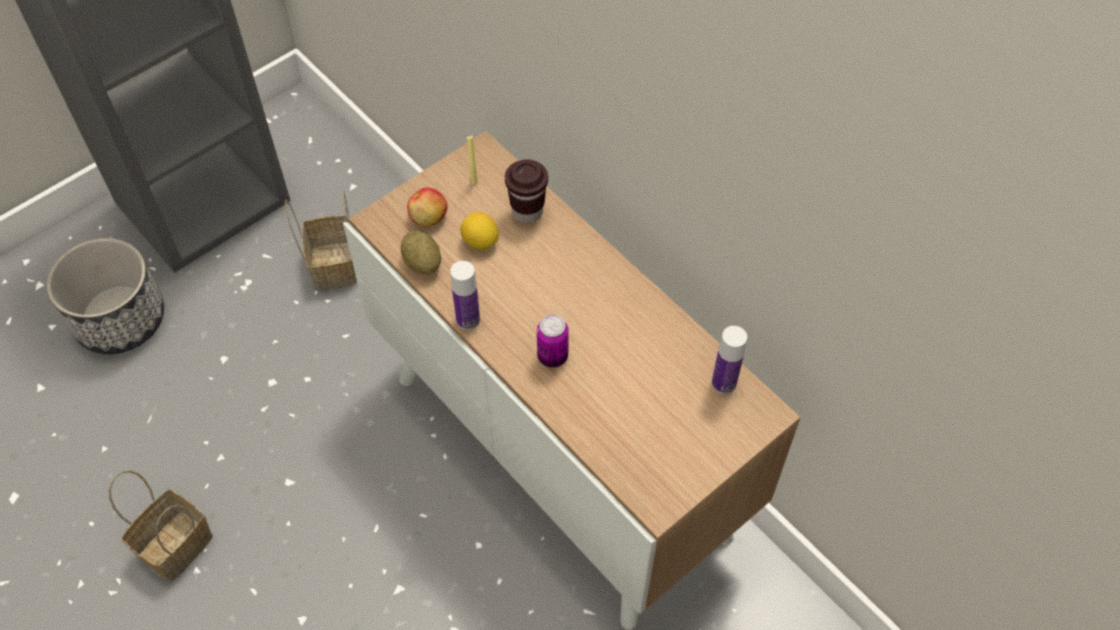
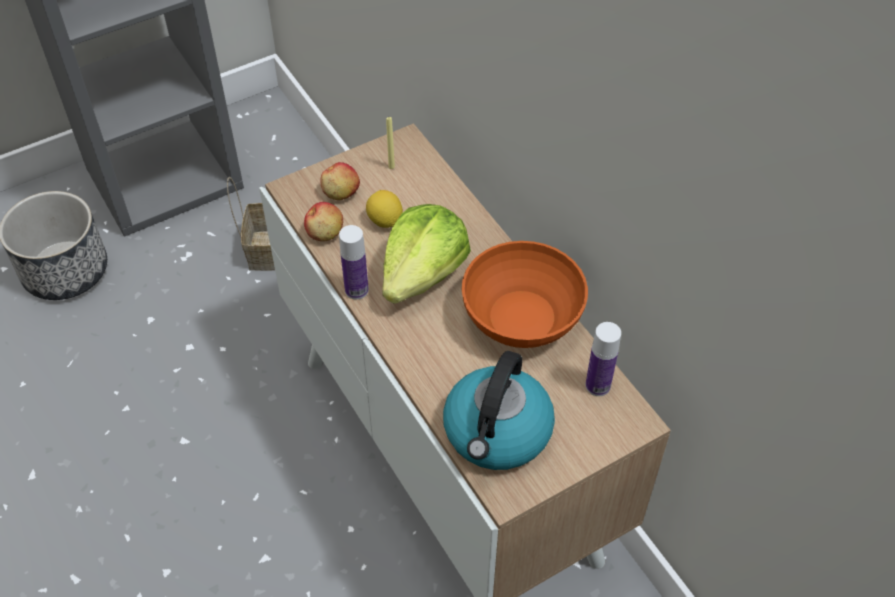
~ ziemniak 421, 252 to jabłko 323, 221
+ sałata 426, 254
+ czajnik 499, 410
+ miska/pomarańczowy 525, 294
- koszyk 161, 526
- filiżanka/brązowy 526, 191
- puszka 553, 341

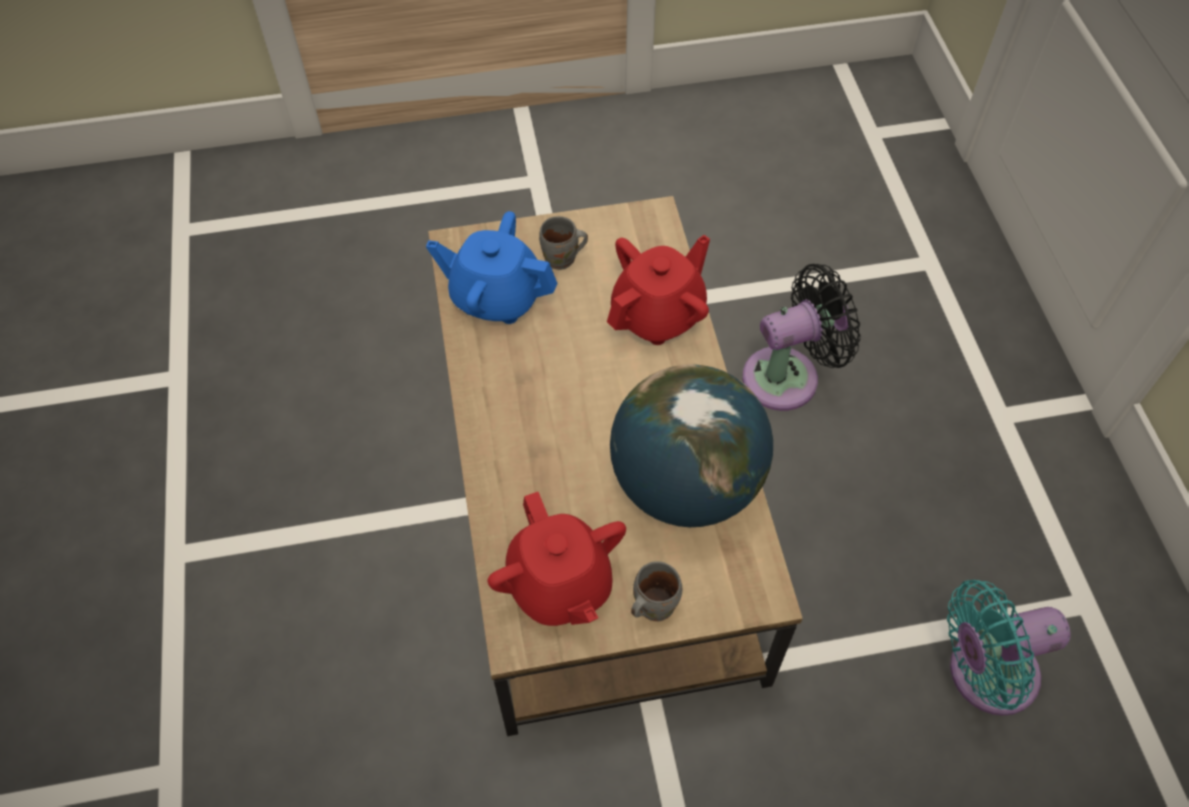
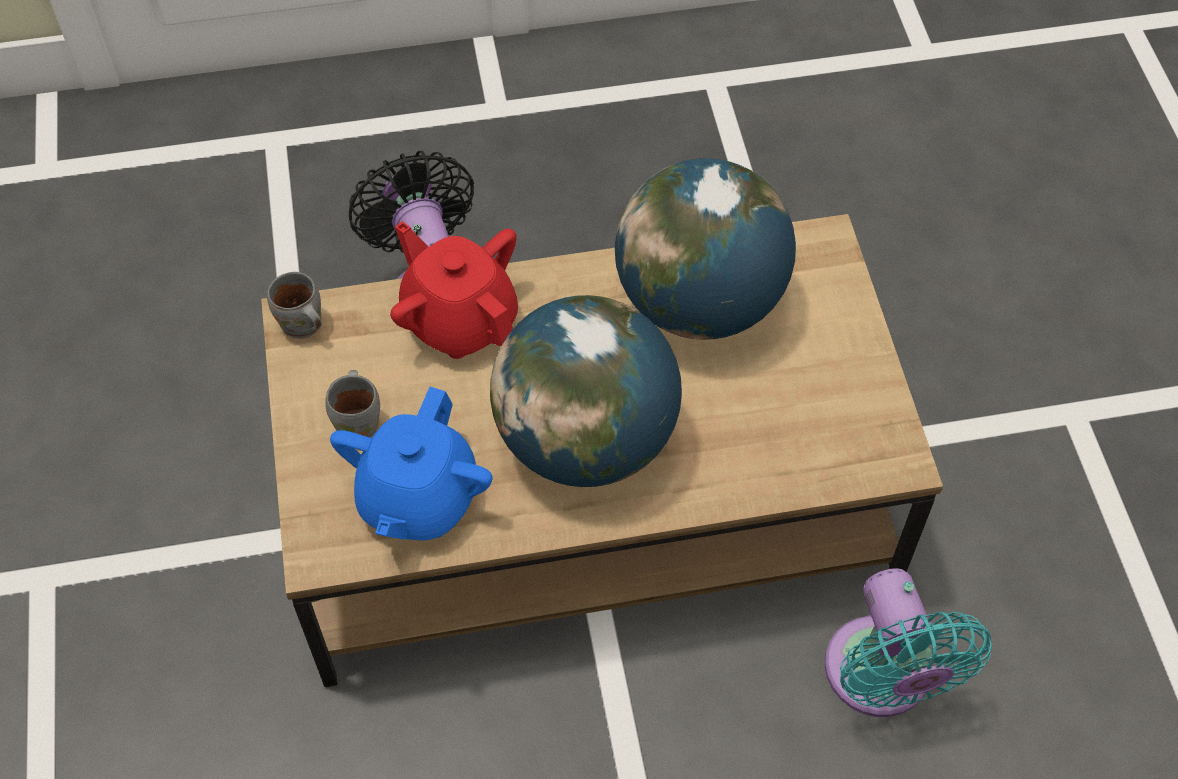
~ kubek/szary 656, 591 to 294, 305
+ globus 586, 391
~ wentylator/turkusowy 1009, 648 to 908, 642
- imbryk/czerwony 556, 559

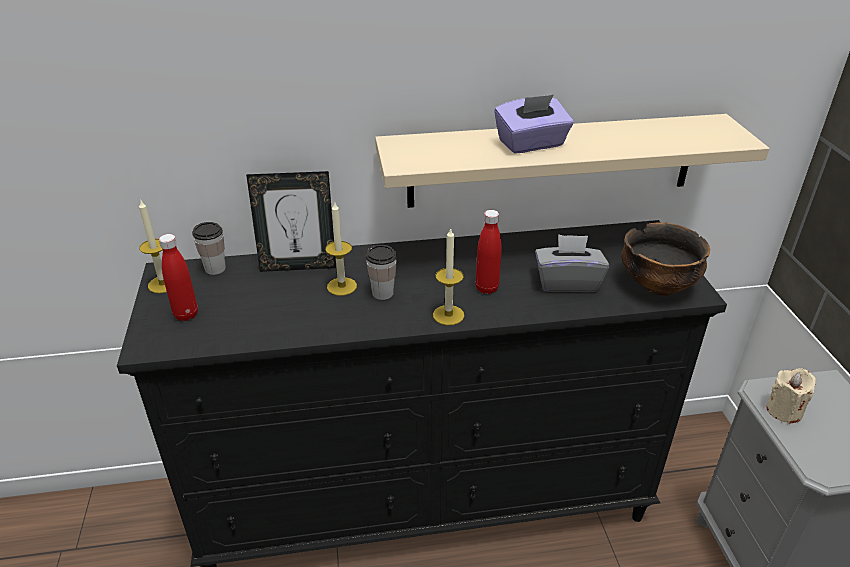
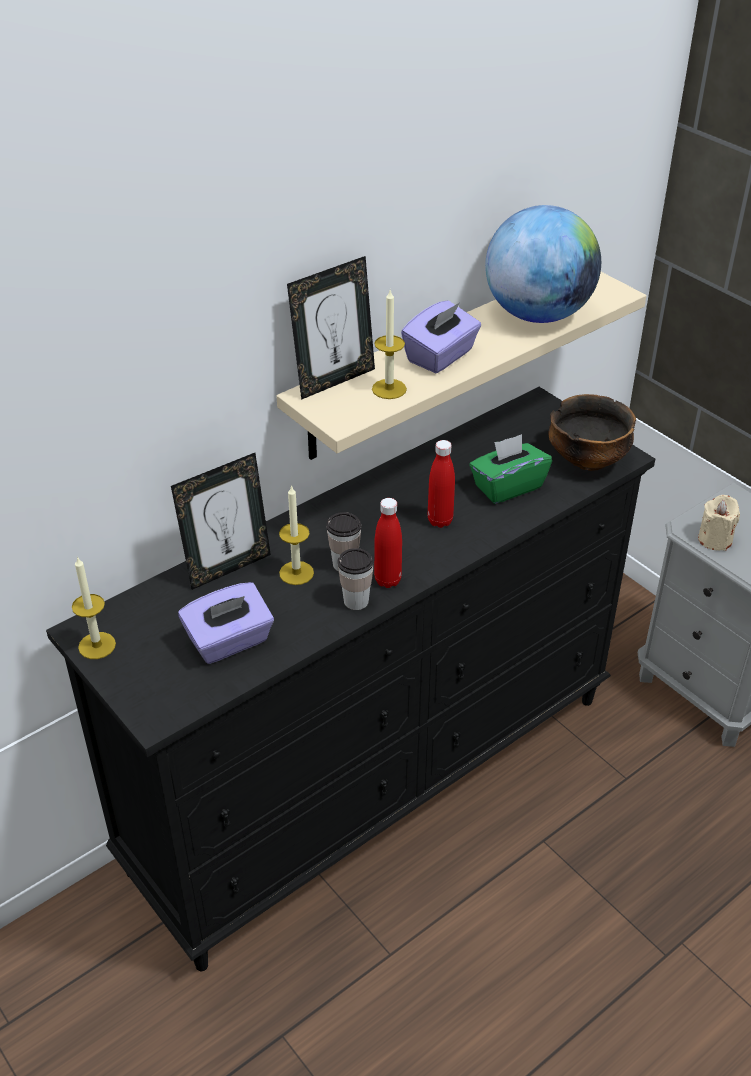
+ pudełko chusteczek/fioletowy 226, 623
+ ramka na zdjęcie 331, 328
~ filiżanka 209, 248 to 355, 579
~ świeca 448, 276 to 389, 344
~ butelka/czerwony 178, 277 to 388, 543
~ pudełko chusteczek/szary 572, 263 to pudełko chusteczek/zielony 510, 469
+ globus 543, 264

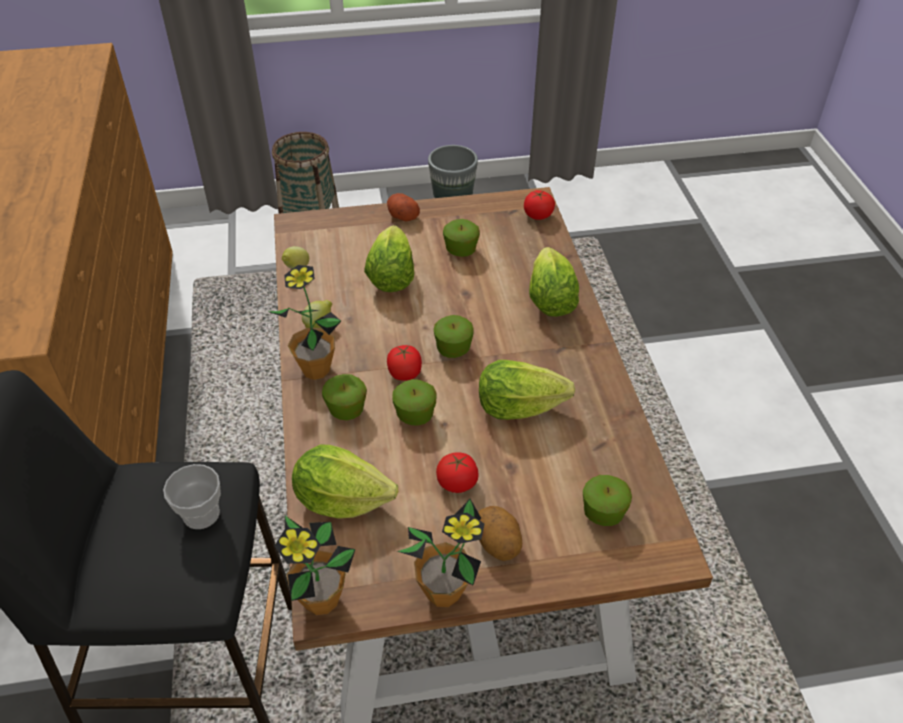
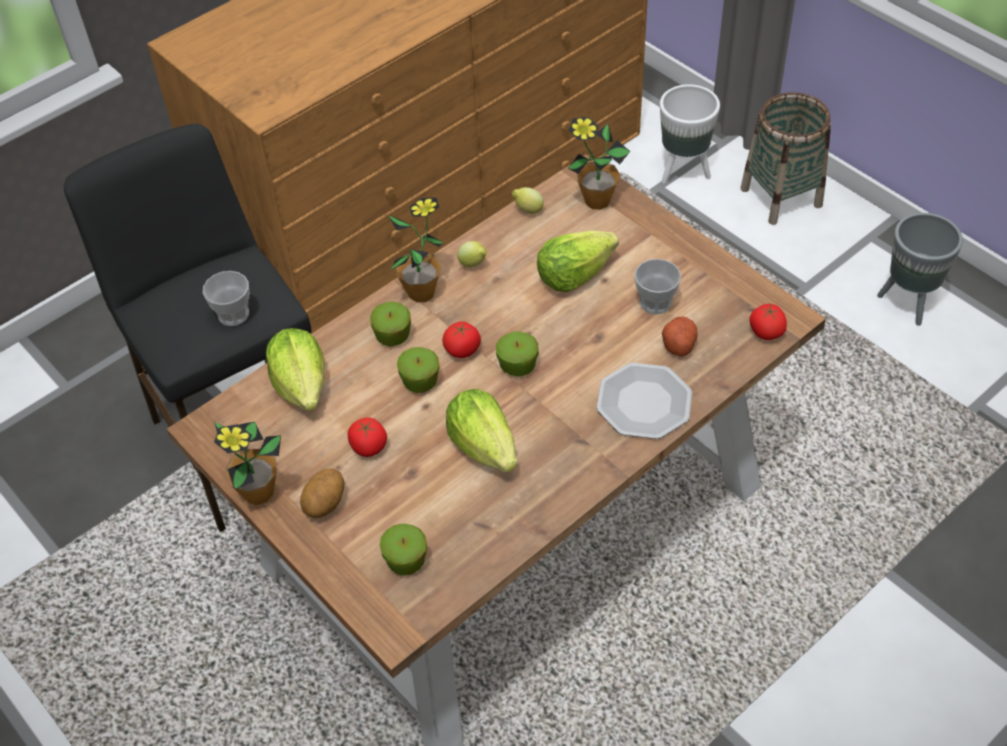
~ roślina doniczkowa 315, 565 to 599, 163
~ sałata 554, 282 to talerz 644, 401
~ jabłko 461, 238 to filiżanka 657, 287
+ donica/biały 690, 134
~ ziemniak 403, 207 to 680, 336

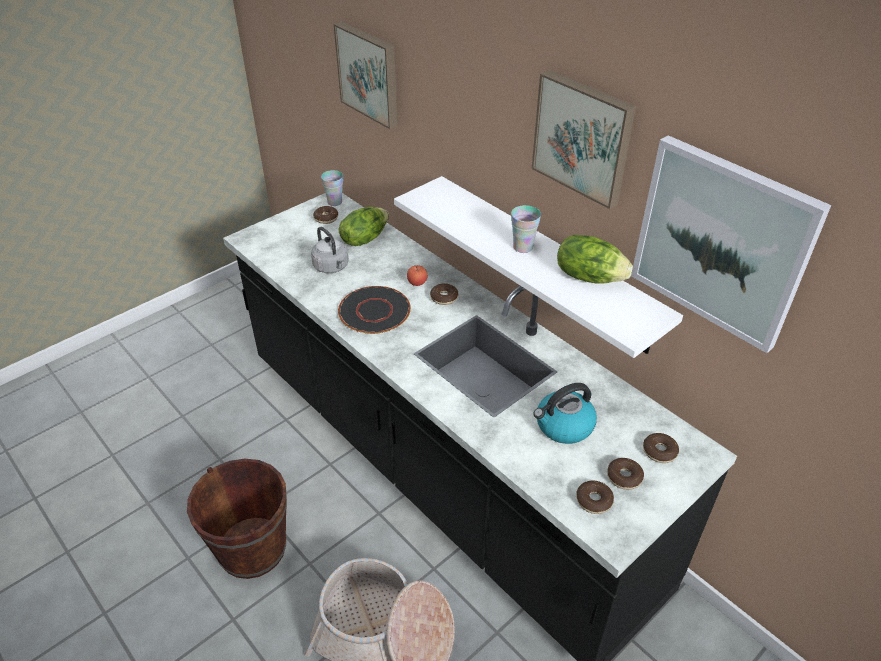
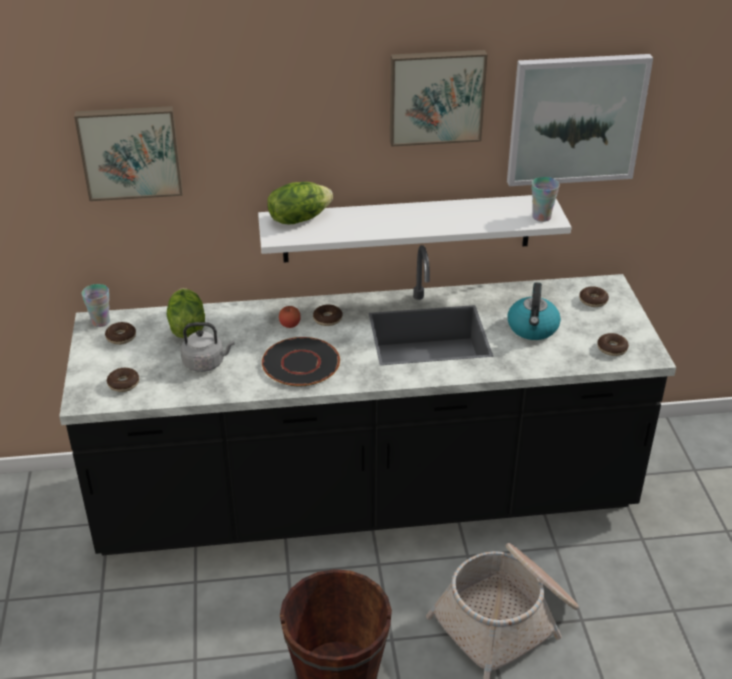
~ donut 625, 474 to 123, 380
~ sałata 595, 259 to 300, 203
~ filiżanka 526, 229 to 546, 199

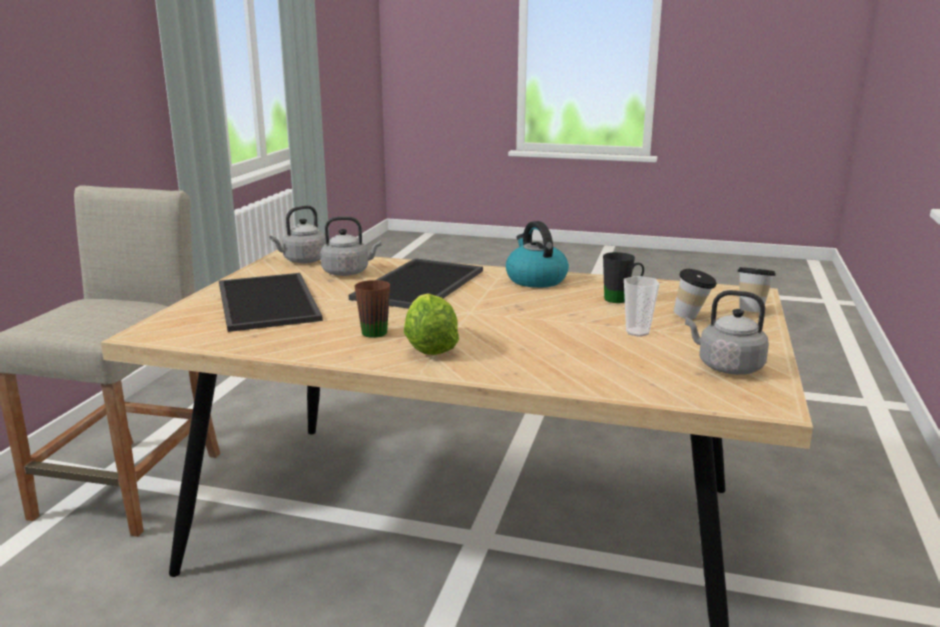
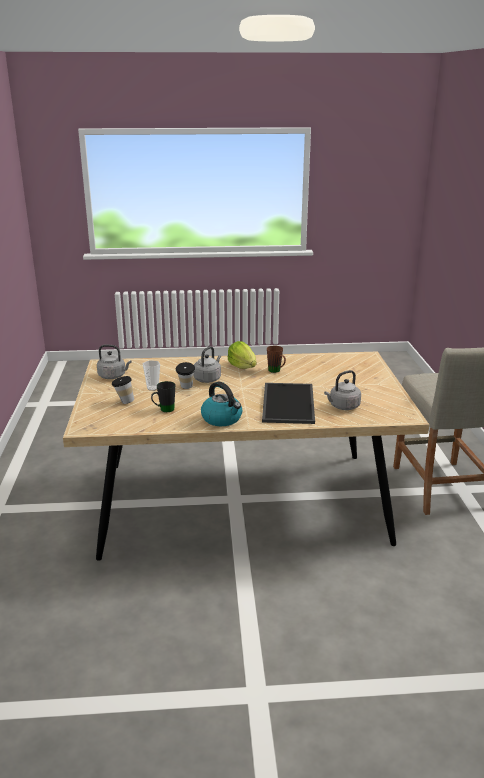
~ filiżanka 757, 289 to 185, 375
~ czajnik/szary 297, 234 to 207, 364
- taca 271, 302

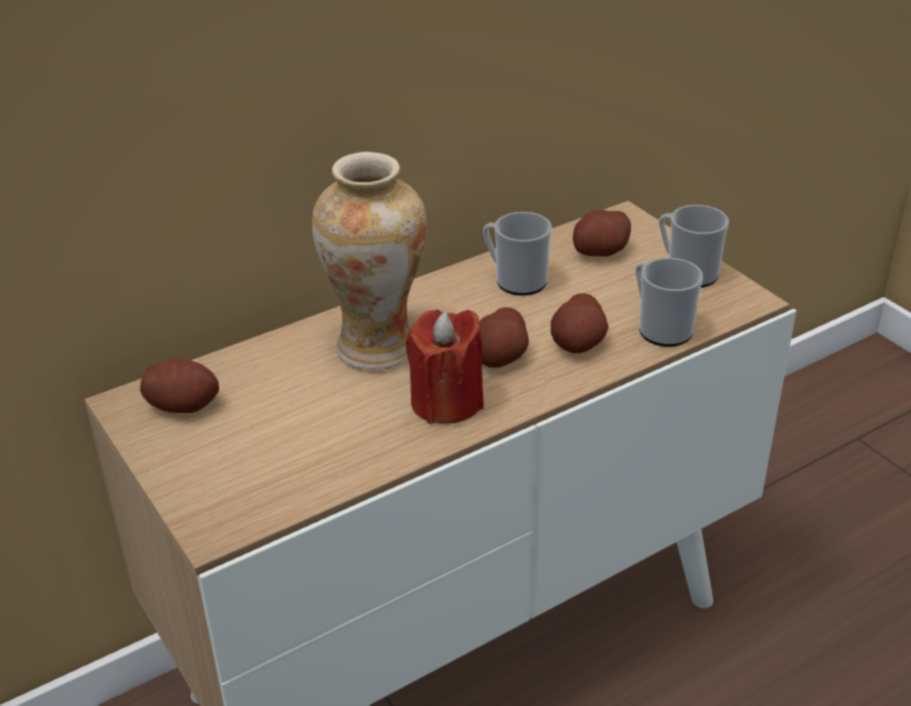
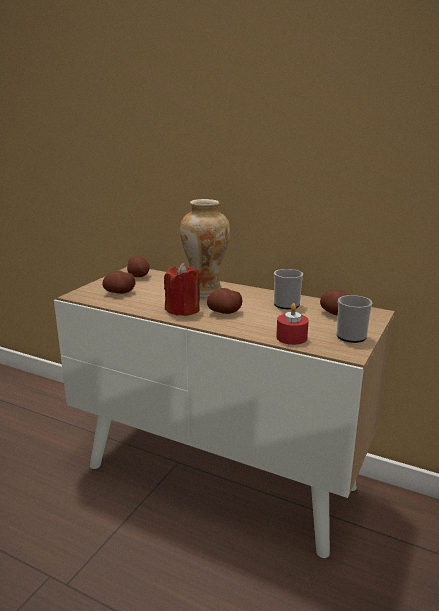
~ ziemniak 580, 323 to 118, 282
~ kubek 669, 302 to świeca/czerwony 292, 324

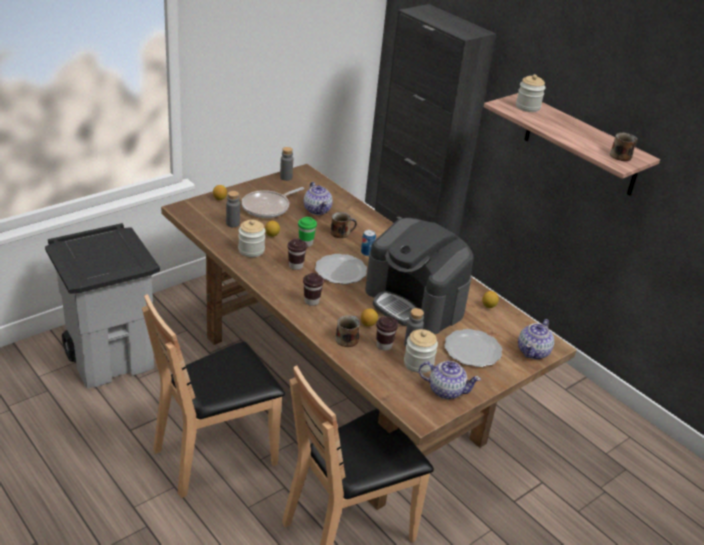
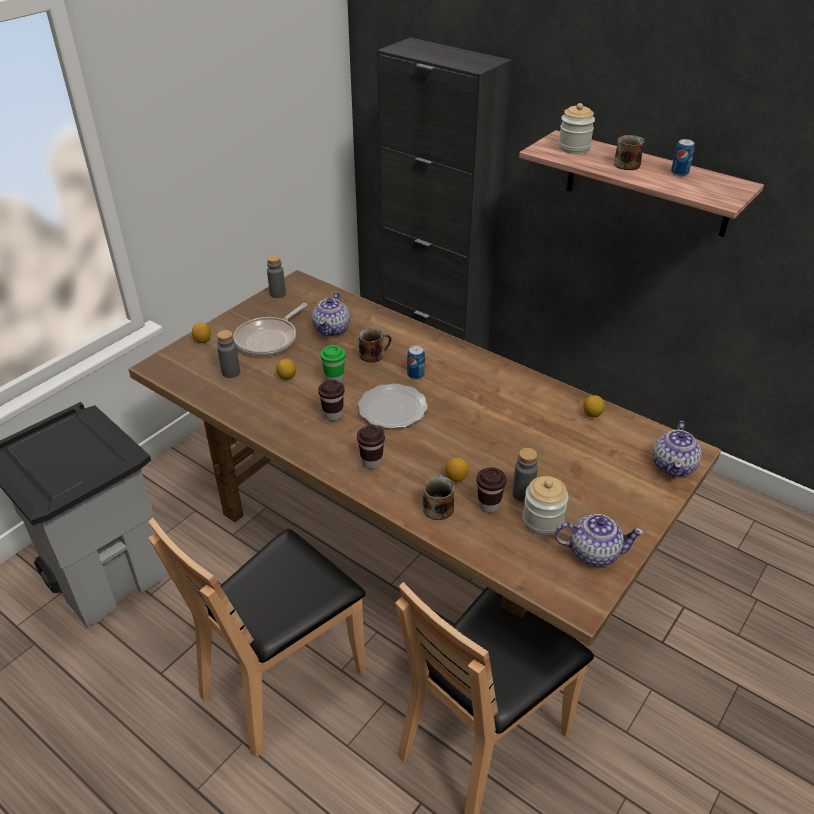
~ imbryk 318, 198 = 331, 315 45 degrees clockwise
~ kubek 624, 147 to 629, 152
+ puszka 683, 157
- słoik 251, 238
- ekspres do kawy 419, 276
- talerz 473, 348

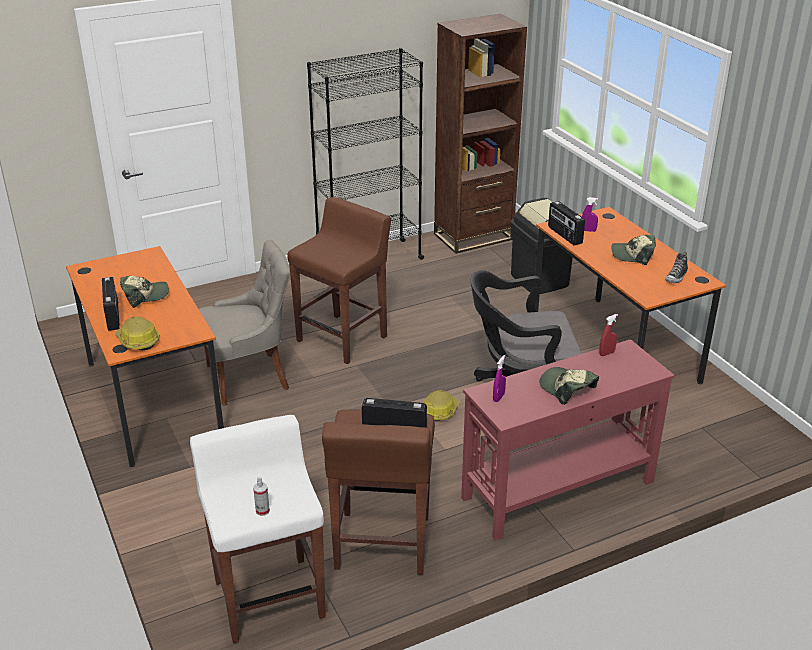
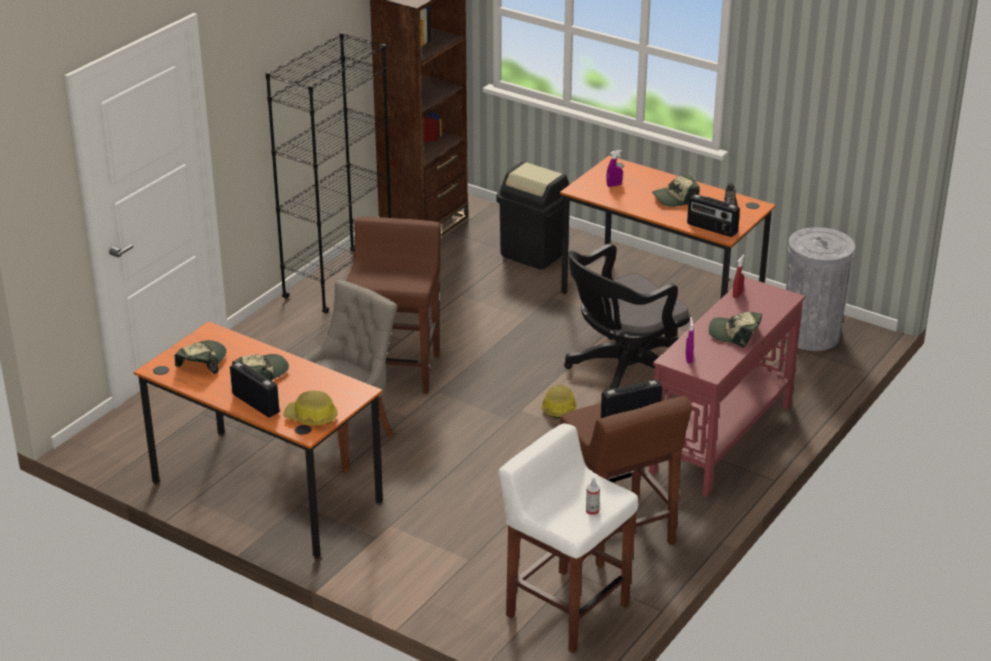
+ czapka z daszkiem 200, 357
~ radio 566, 223 to 713, 215
+ kosz na śmieci/szary 820, 289

